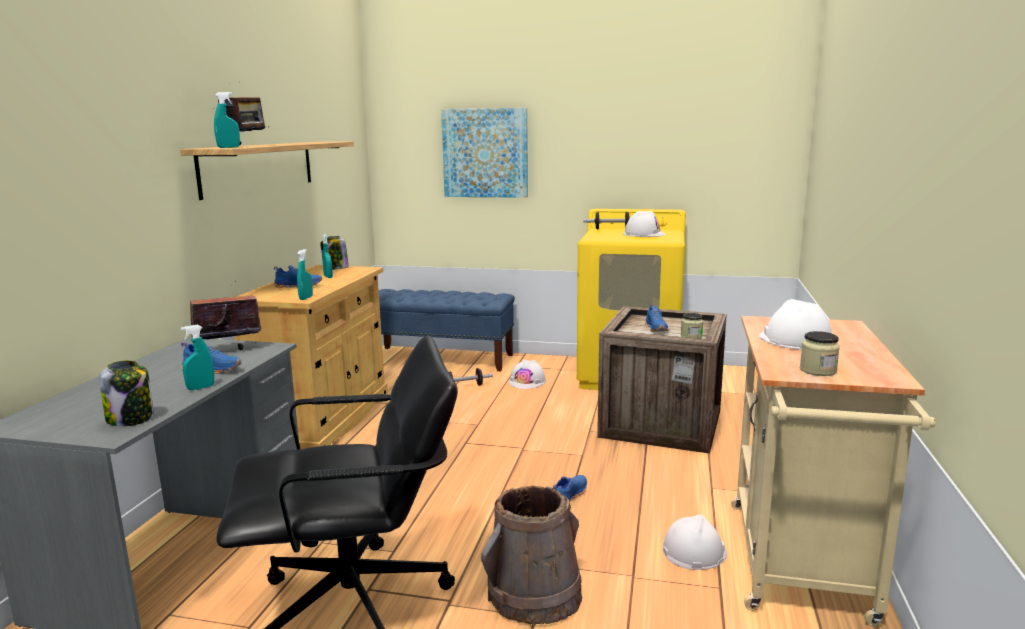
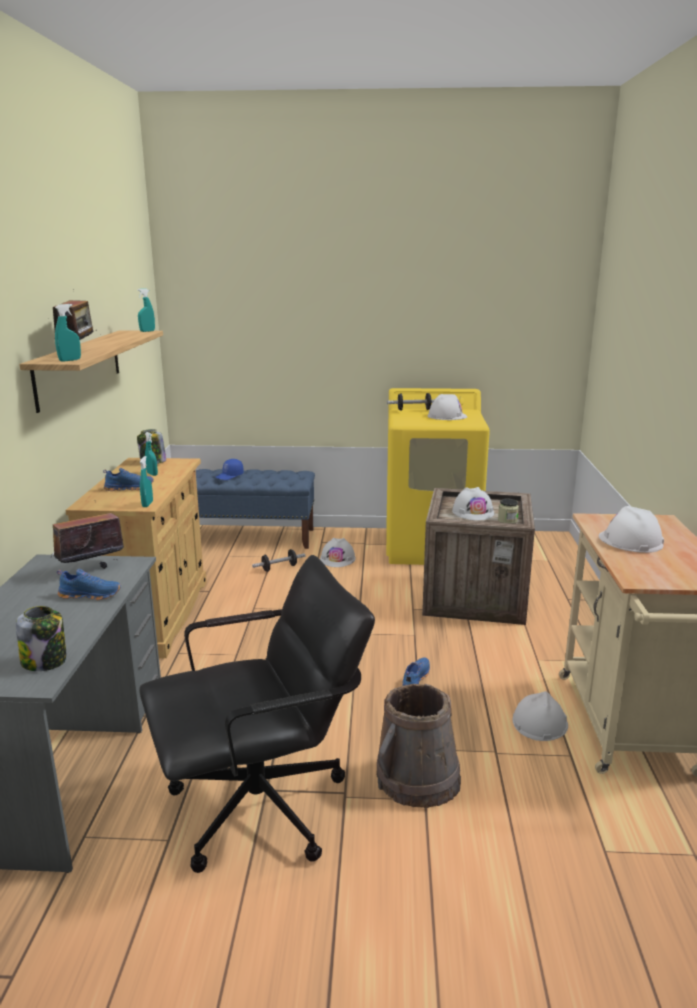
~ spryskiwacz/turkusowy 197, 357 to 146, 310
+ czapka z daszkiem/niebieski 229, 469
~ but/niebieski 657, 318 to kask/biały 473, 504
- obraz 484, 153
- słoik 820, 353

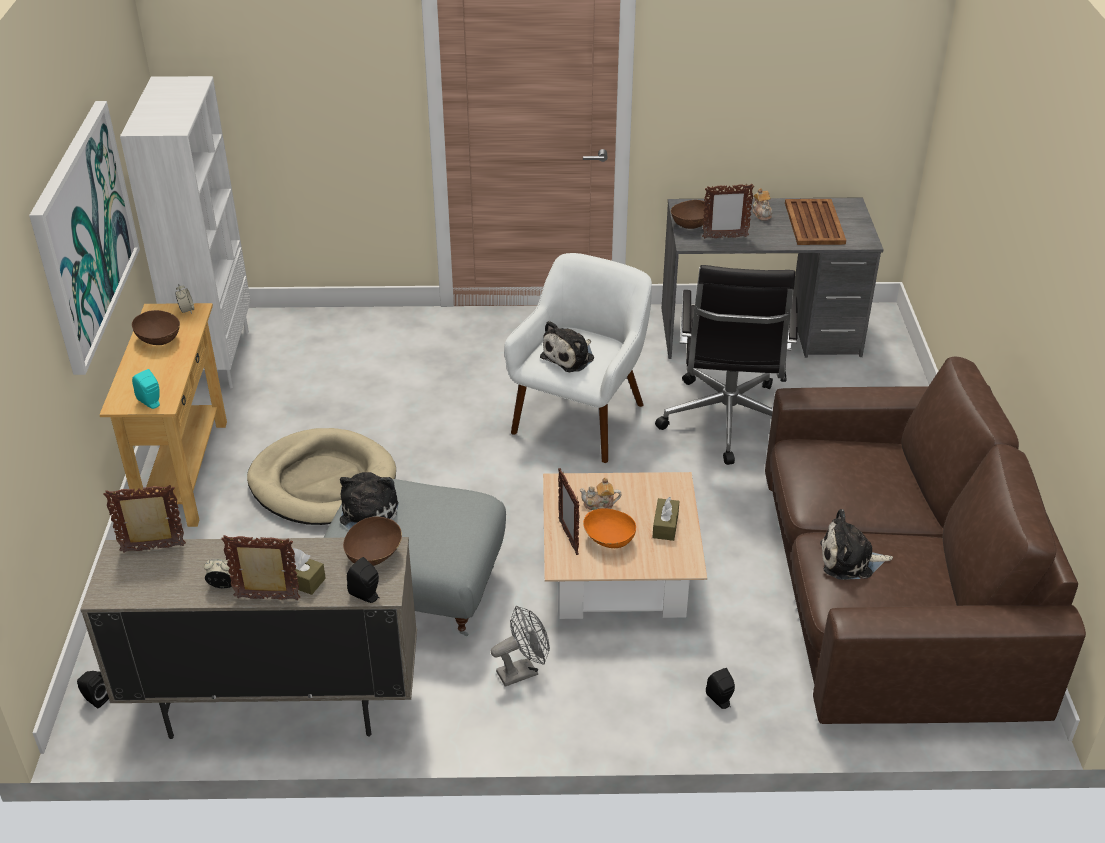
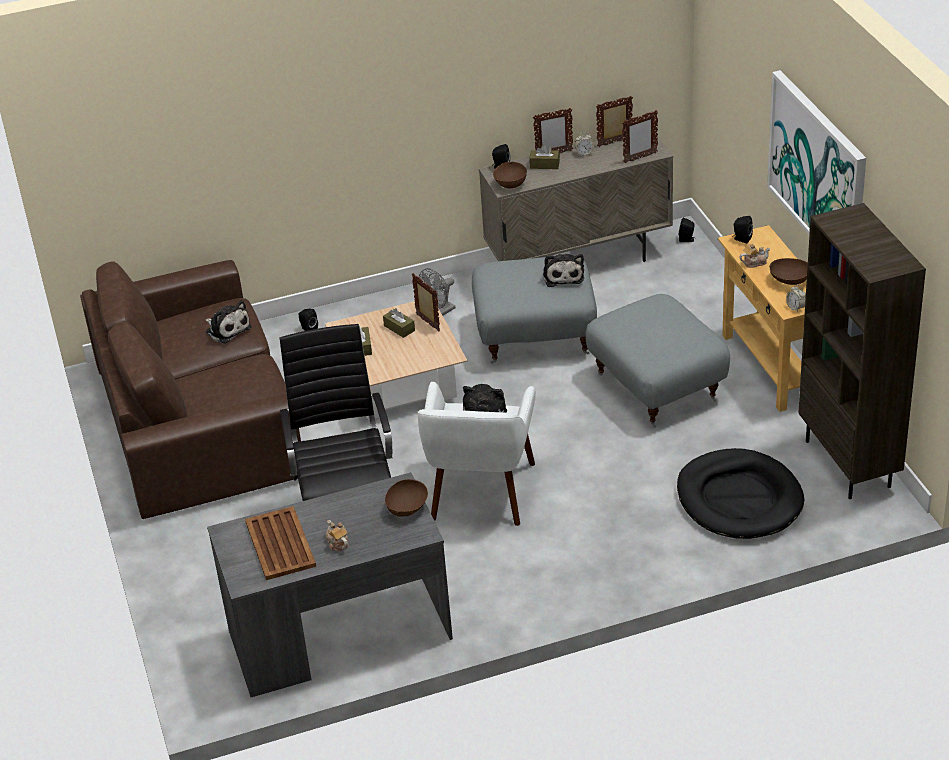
~ pluszak 856, 544 = 228, 322 60 degrees clockwise
~ miska/pomarańczowy 609, 528 to pudełko chusteczek/brązowy 399, 323
~ legowisko/beżowy 321, 476 to pufa/szary 658, 361
~ ramka na zdjęcie 728, 211 to 614, 121
+ legowisko/czarny 741, 493
~ głośnik/turkusowy 146, 389 to głośnik/czarny 742, 229
~ imbryk 600, 493 to 754, 256
~ regał/biały 185, 232 to regał/brązowy 862, 351

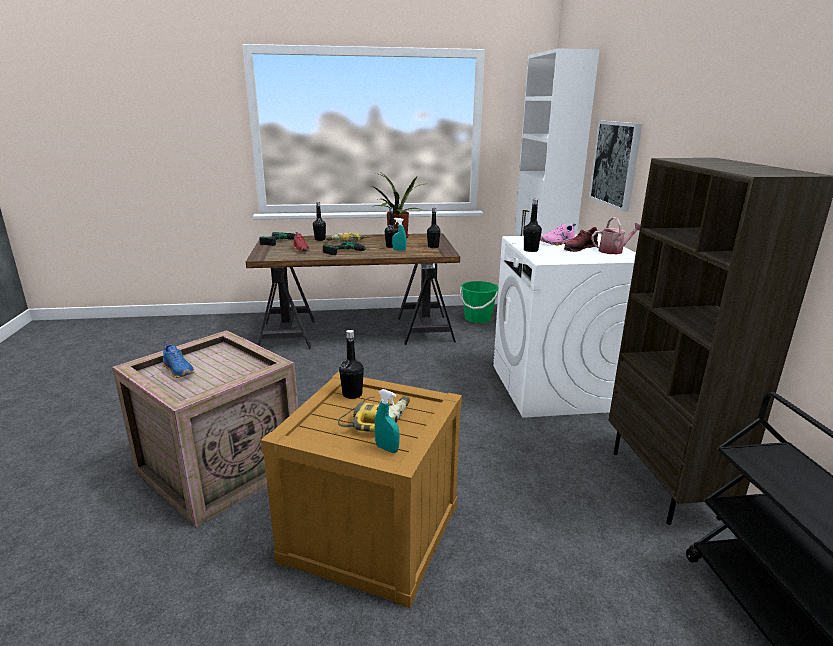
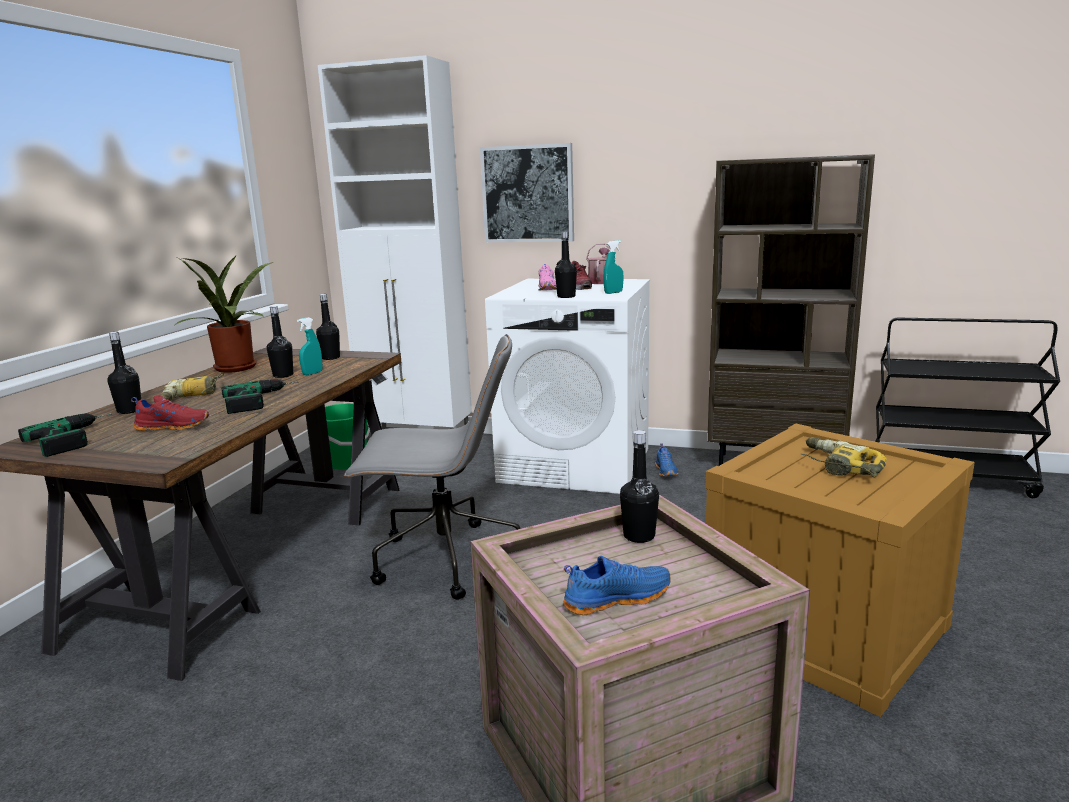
+ krzesło biurowe/szary 432, 467
~ spryskiwacz/turkusowy 387, 421 to 613, 267
~ butelka/czarny 351, 364 to 639, 486
+ but/niebieski 666, 460

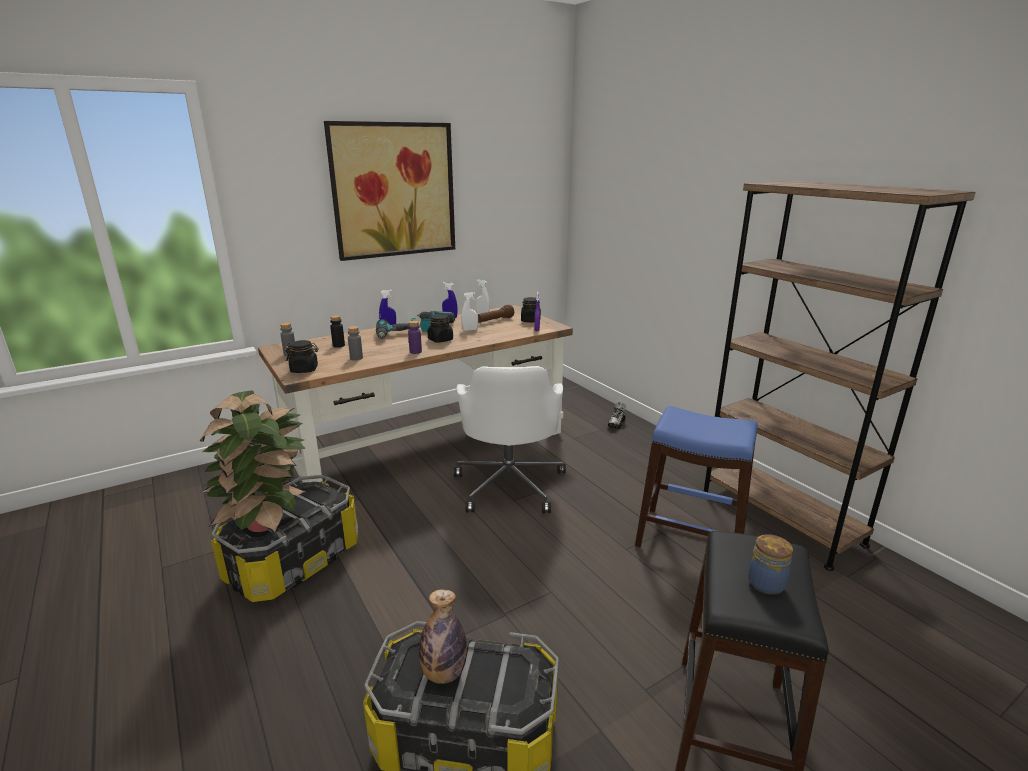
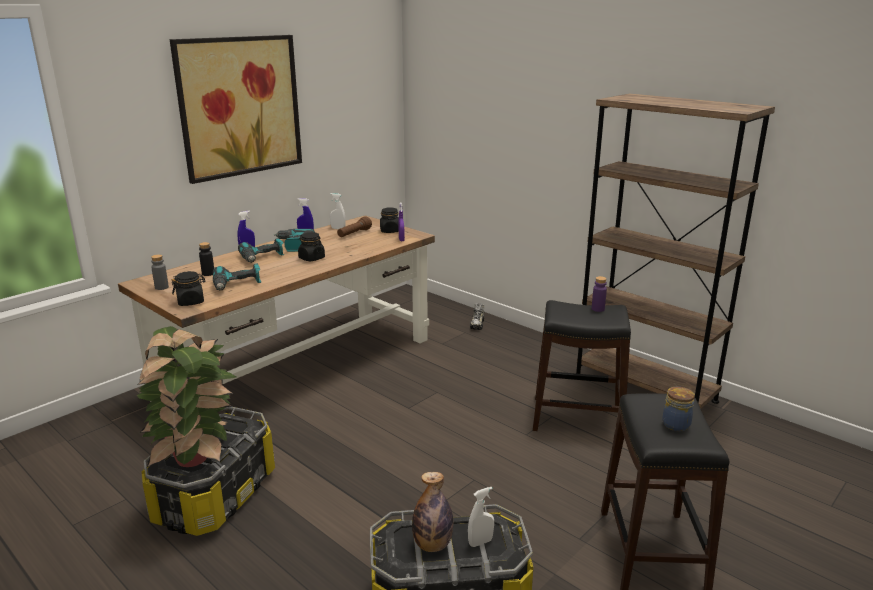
~ butelka/szary 355, 343 to wiertarka 237, 277
~ spryskiwacz/biały 469, 311 to 481, 517
~ stołek/niebieski 696, 476 to stołek/czarny 582, 365
~ butelka/fioletowy 415, 337 to 599, 294
- krzesło biurowe/biały 510, 439

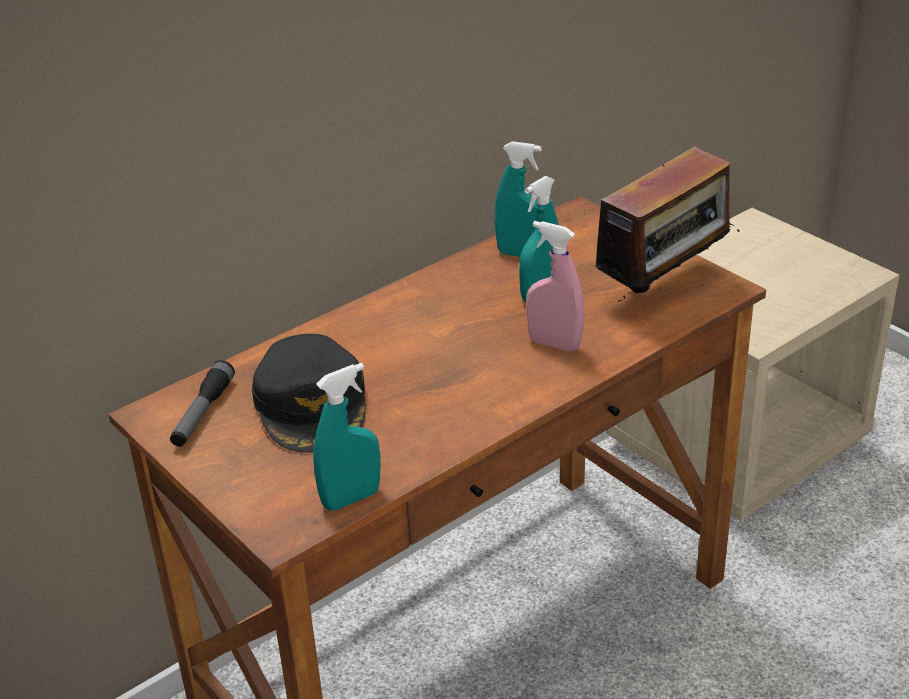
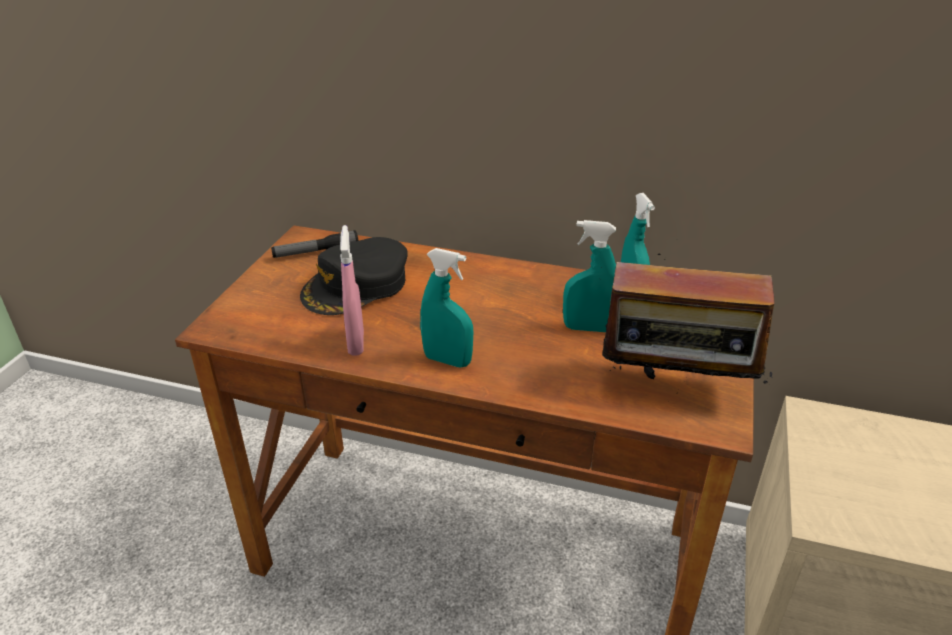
~ spryskiwacz/różowy 555, 286 to 352, 290
~ spryskiwacz/turkusowy 347, 436 to 446, 307

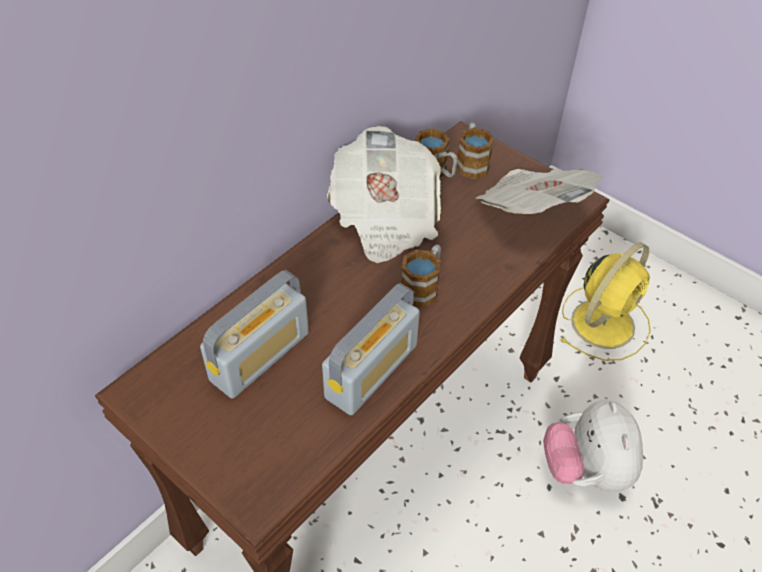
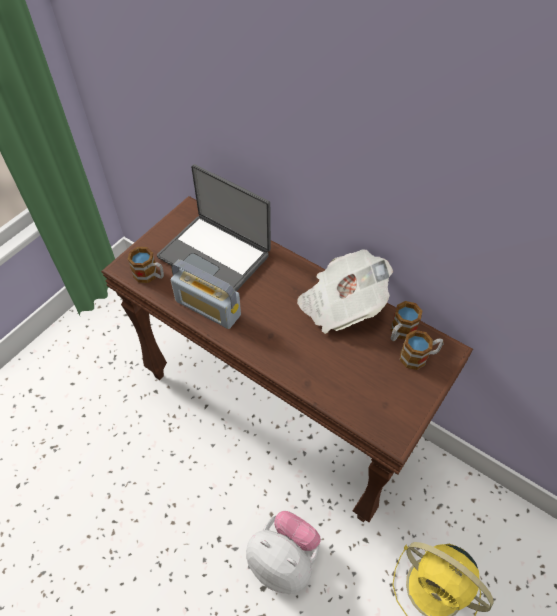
~ kubek 421, 276 to 146, 265
~ radio 254, 334 to laptop 214, 227
~ pluszak 593, 445 = 283, 552 45 degrees clockwise
- gazeta 540, 191

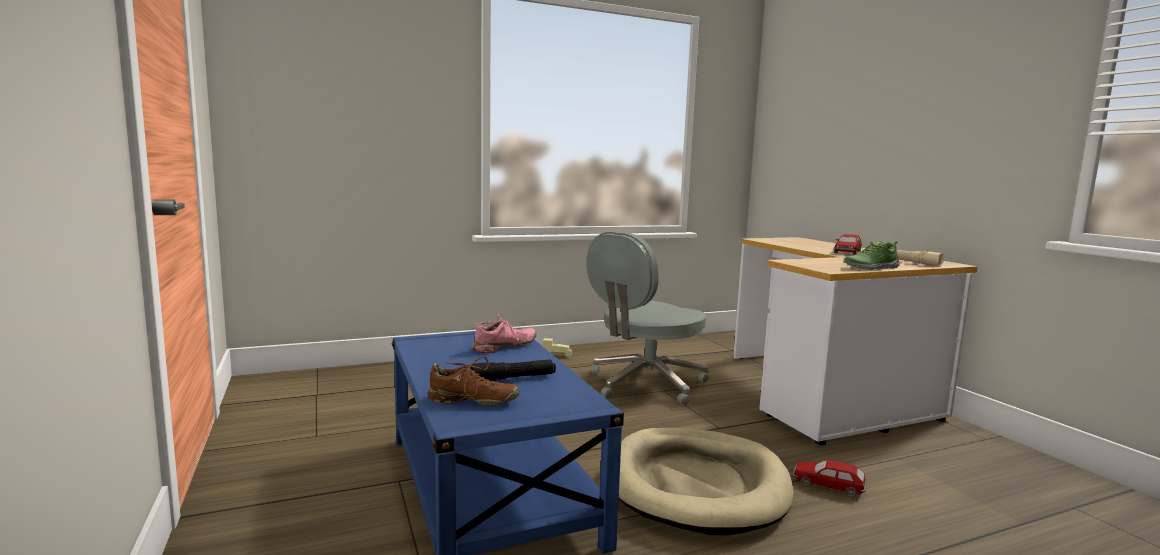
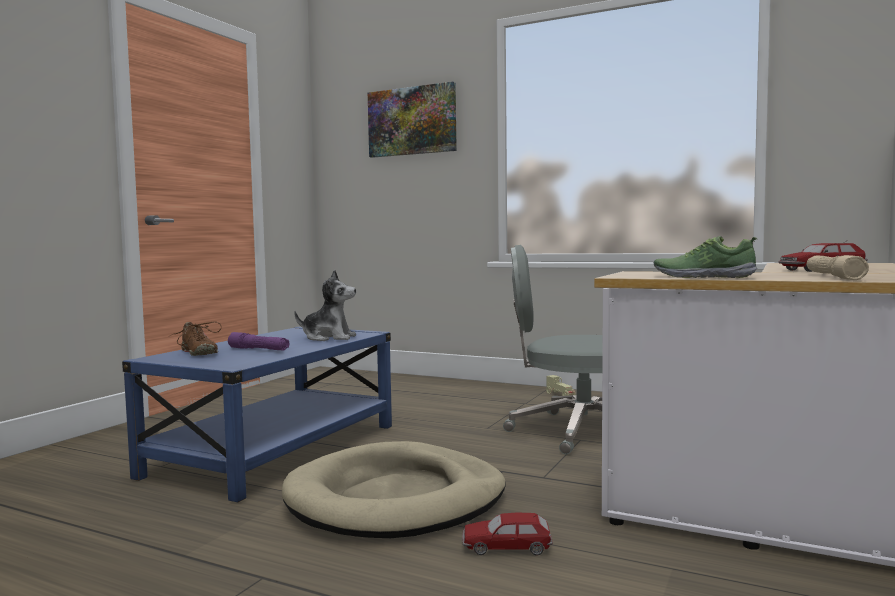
~ latarka/czarny 513, 370 to latarka/fioletowy 259, 341
~ but/różowy 504, 333 to pluszak 325, 305
+ obraz 412, 119
~ samochodzik 829, 478 = 507, 533 75 degrees counterclockwise

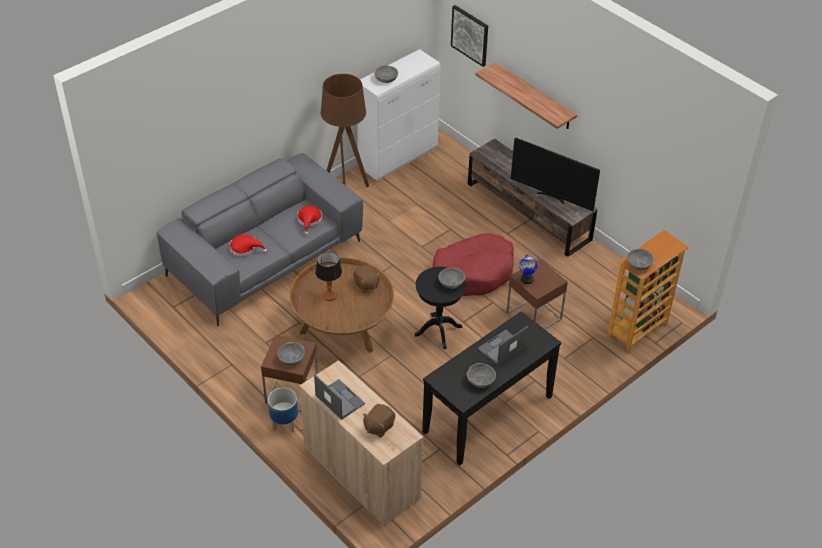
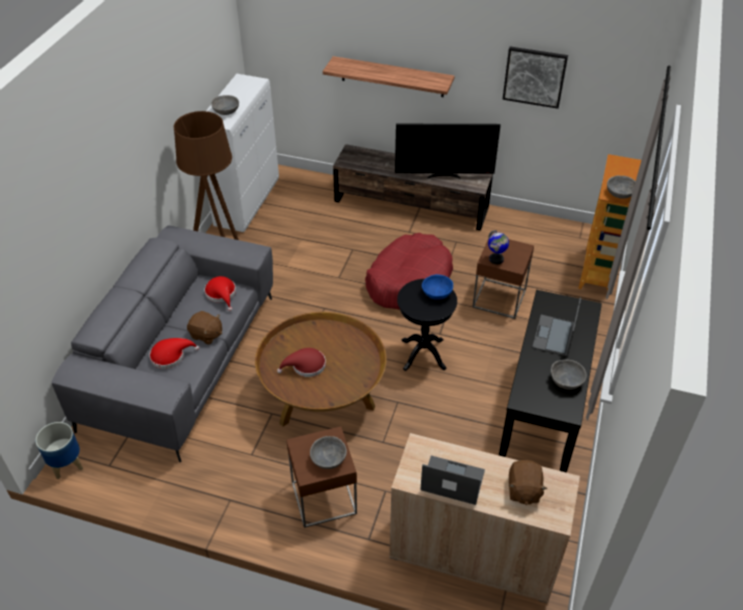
~ donica 283, 410 to 59, 450
~ pluszak/brązowy 367, 279 to 204, 328
~ lampa stołowa 328, 276 to kapelusz/czerwony 301, 362
~ miska/szary 451, 278 to miska/niebieski 437, 287
~ obraz 469, 36 to 535, 78

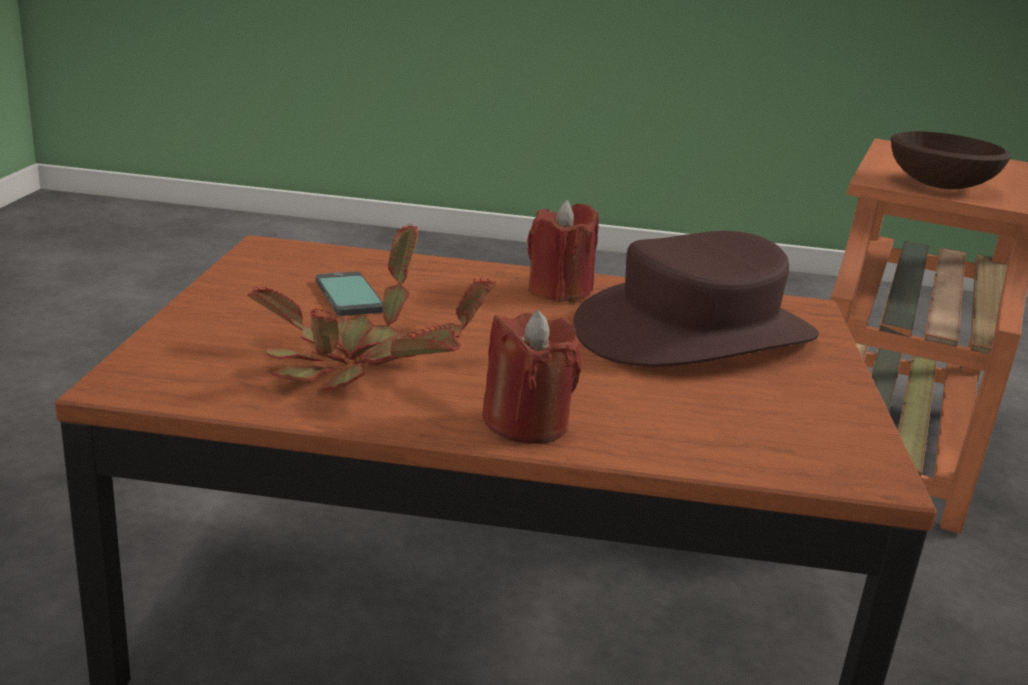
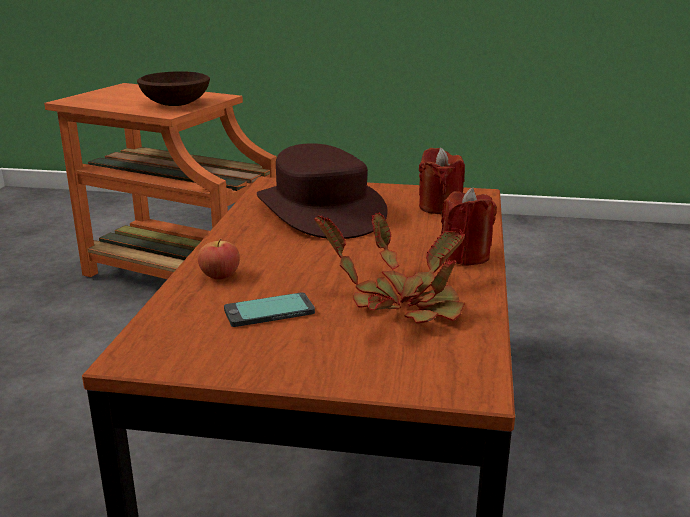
+ jabłko 219, 258
~ świeca/czerwony 563, 251 to 442, 181

